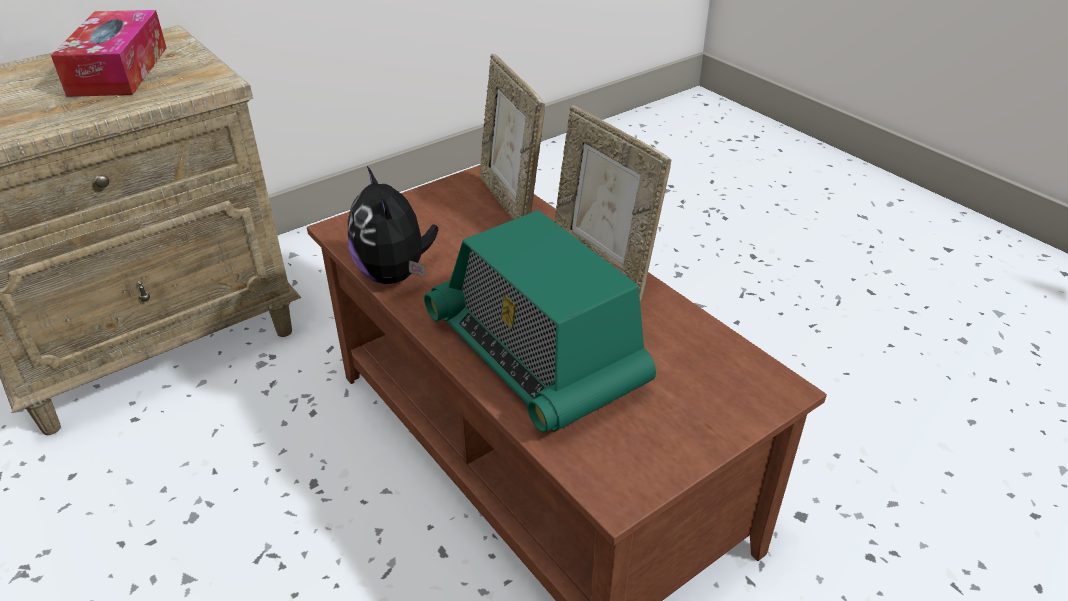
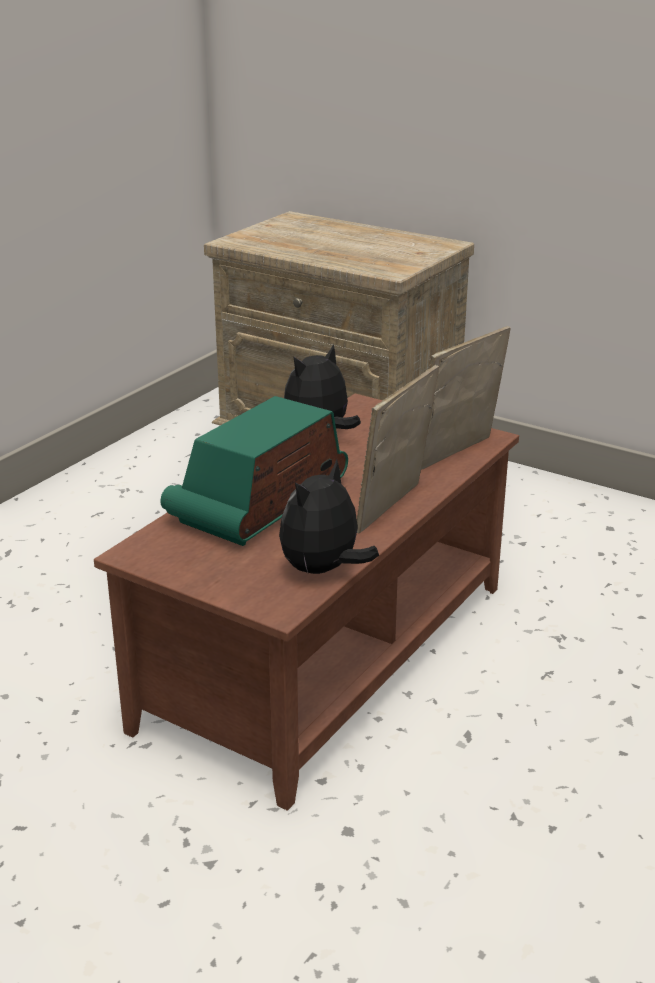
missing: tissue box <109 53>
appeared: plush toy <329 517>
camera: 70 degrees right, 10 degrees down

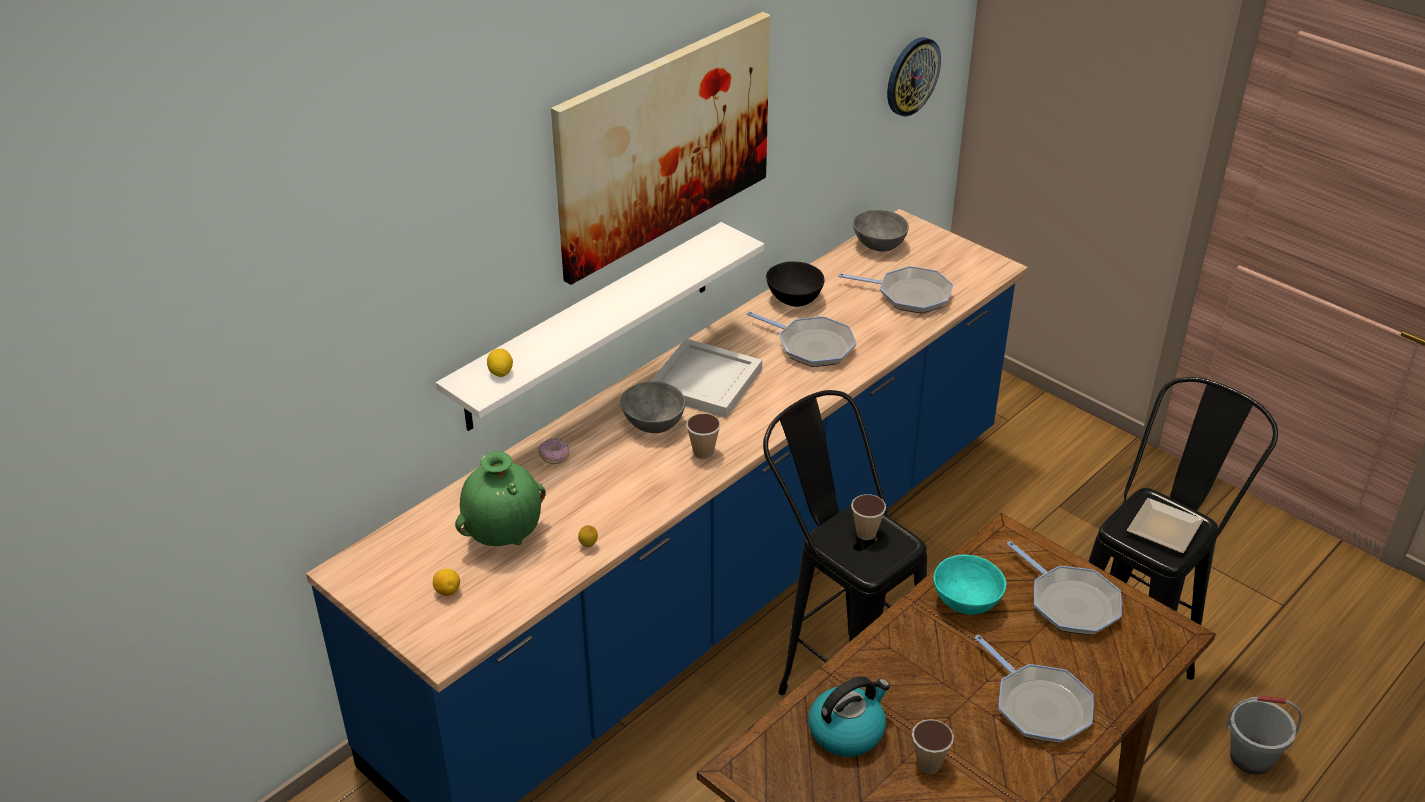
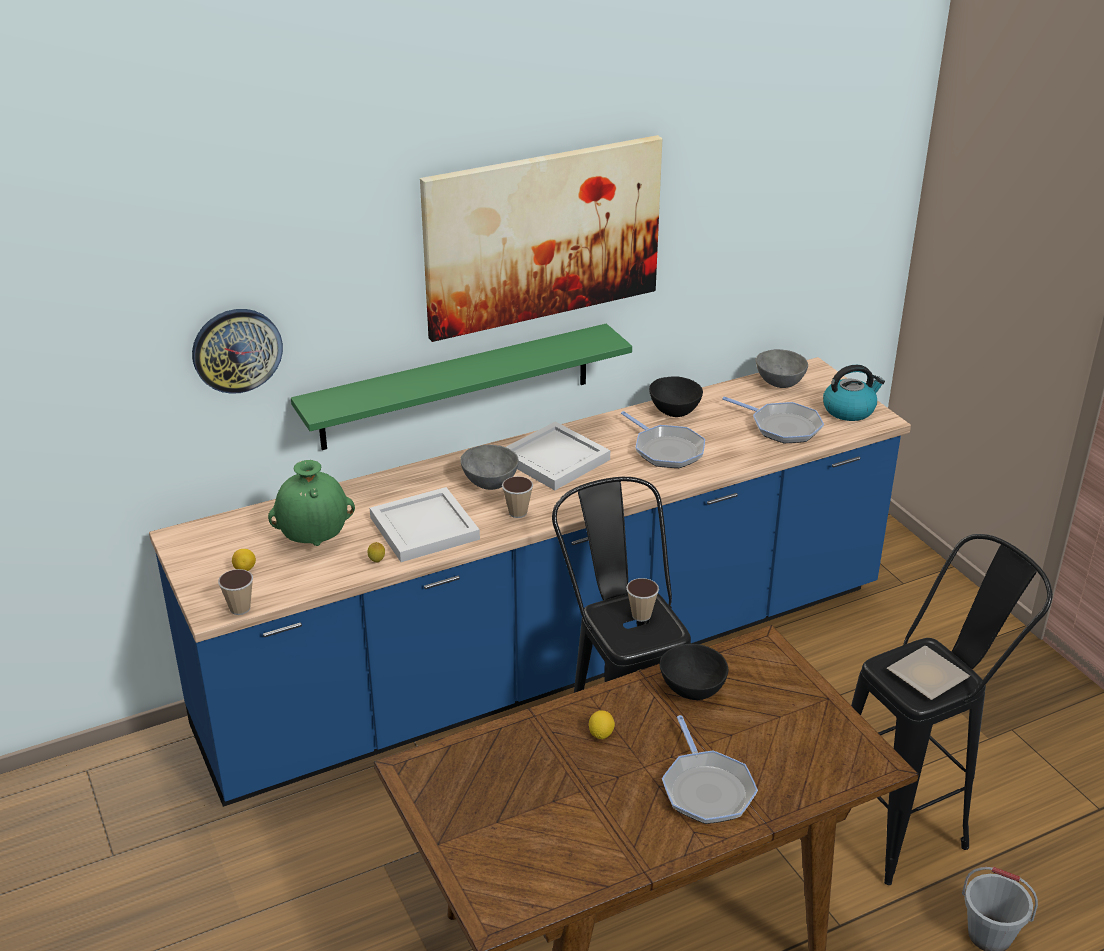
missing: donut <554 451>; frying pan <1064 588>
appeared: white tray <425 524>
relocated: wall clock <914 77> to <237 351>; cup <933 746> to <235 592>; lemon <500 363> to <602 725>; kettle <849 716> to <854 393>
colour: white shelf <600 326> to green shelf <461 387>; turquoise bowl <969 585> to black bowl <694 672>
camera: 20 degrees right, 5 degrees down

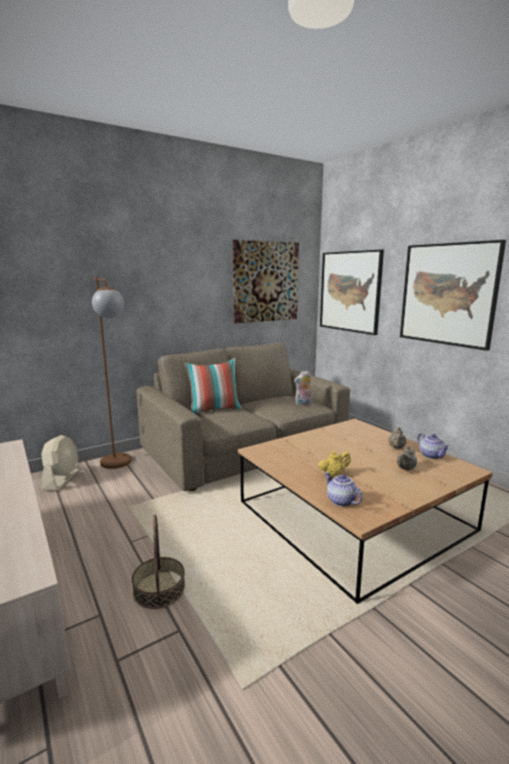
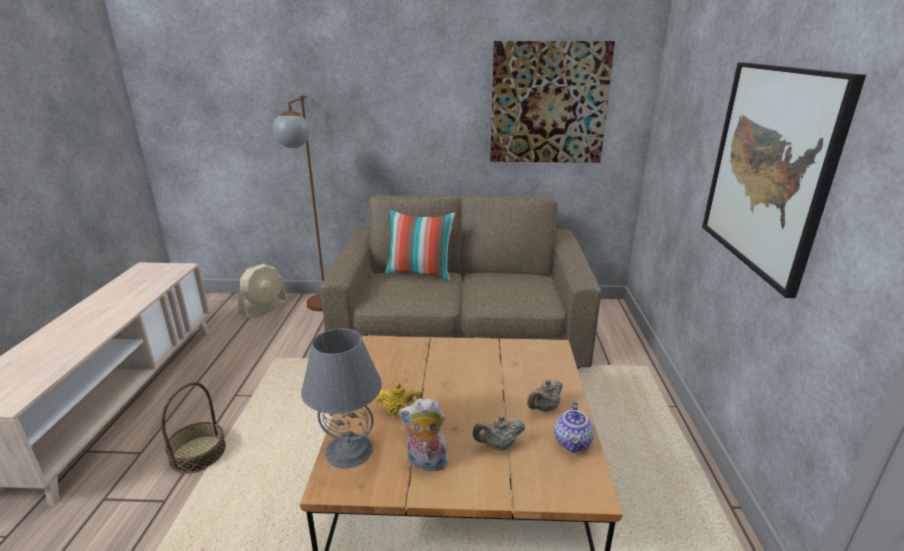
missing: picture <352 292>
relocated: plush toy <303 388> to <424 435>
exchanged: teapot <343 489> to grey table lamp <341 398>
camera: 35 degrees right, 10 degrees up

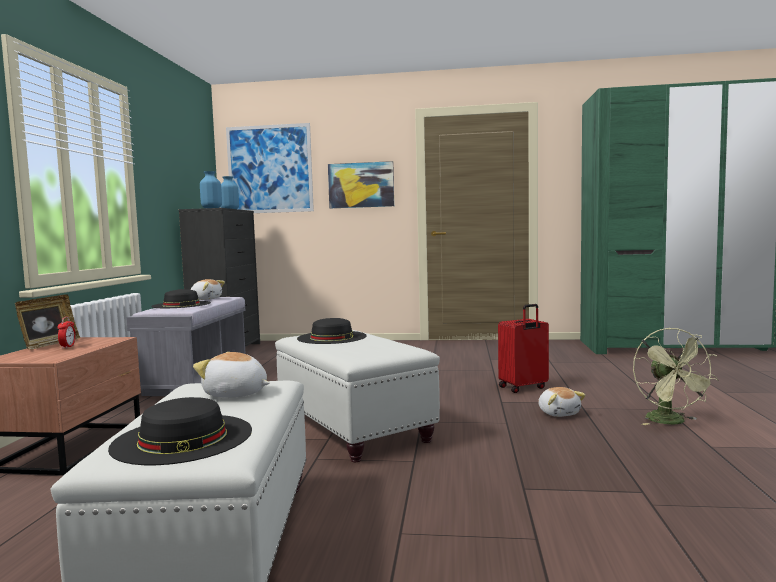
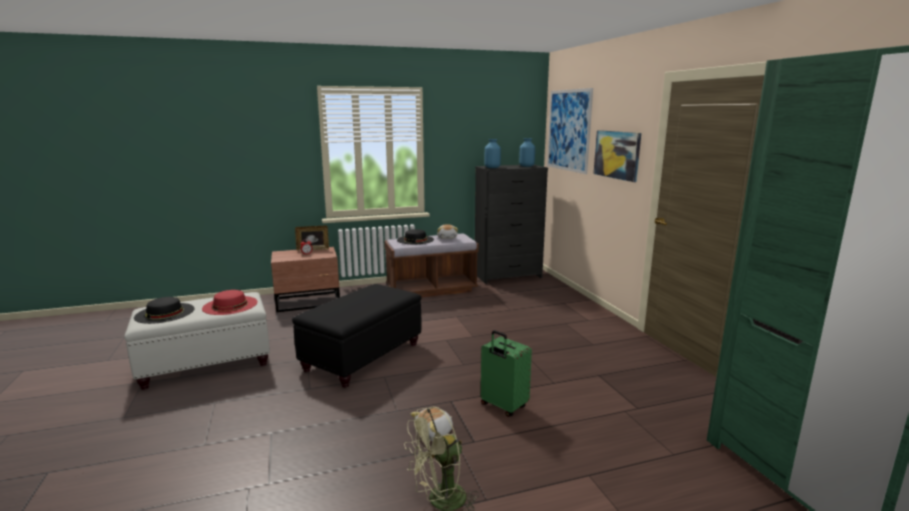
missing: black hat <332 331>
exchanged: plush toy <231 375> to red hat <229 302>
colour: white ottoman <357 396> to black ottoman <357 336>; grey bench <186 346> to brown bench <431 265>; red suitcase <523 348> to green suitcase <506 373>
camera: 65 degrees right, 10 degrees up

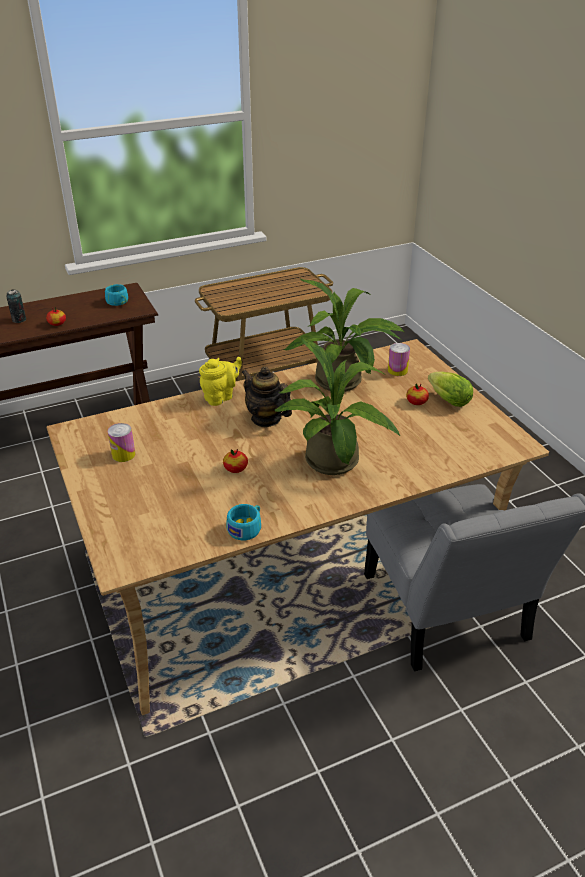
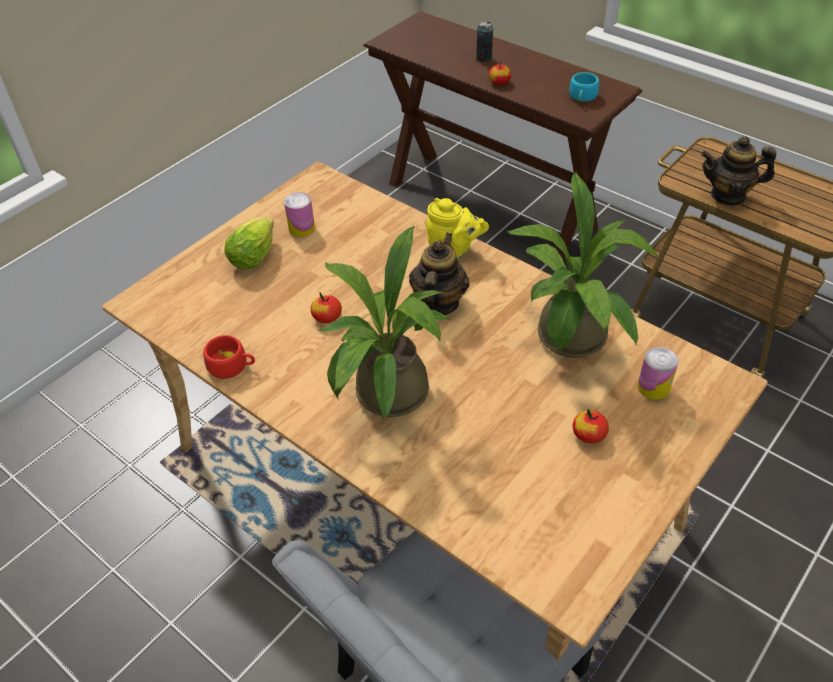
appeared: teapot <738 171>
relocated: lettuce <450 389> to <249 243>
colour: turquoise cup <243 522> to red cup <229 357>
camera: 65 degrees right, 10 degrees up

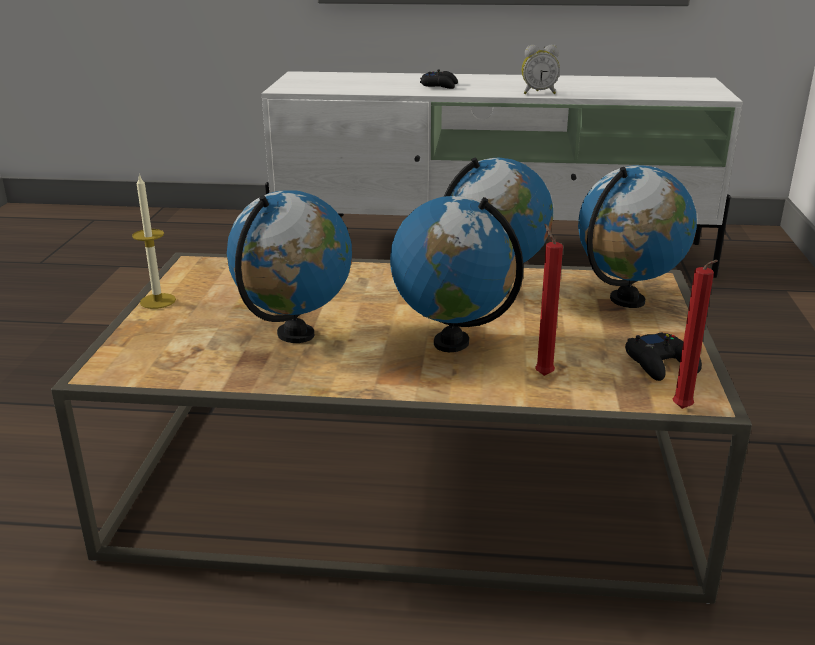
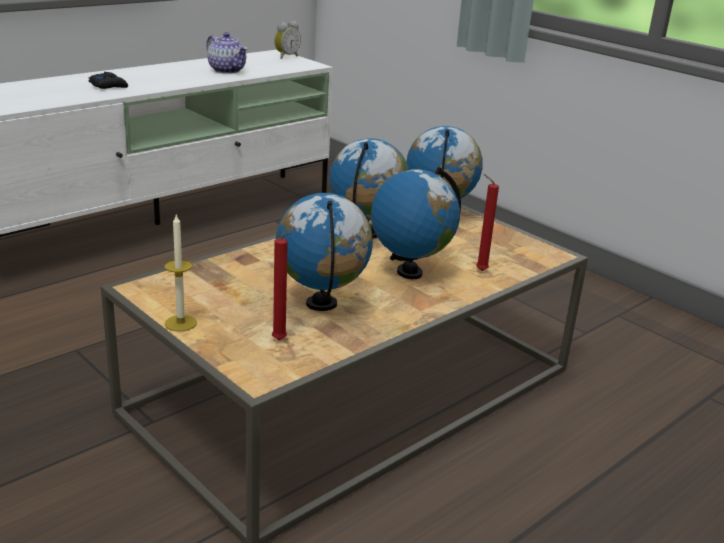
missing: black game controller <663 357>
appeared: teapot <227 53>
relocated: red candle <695 334> to <282 286>; alarm clock <540 69> to <287 40>
camera: 50 degrees left, 0 degrees up

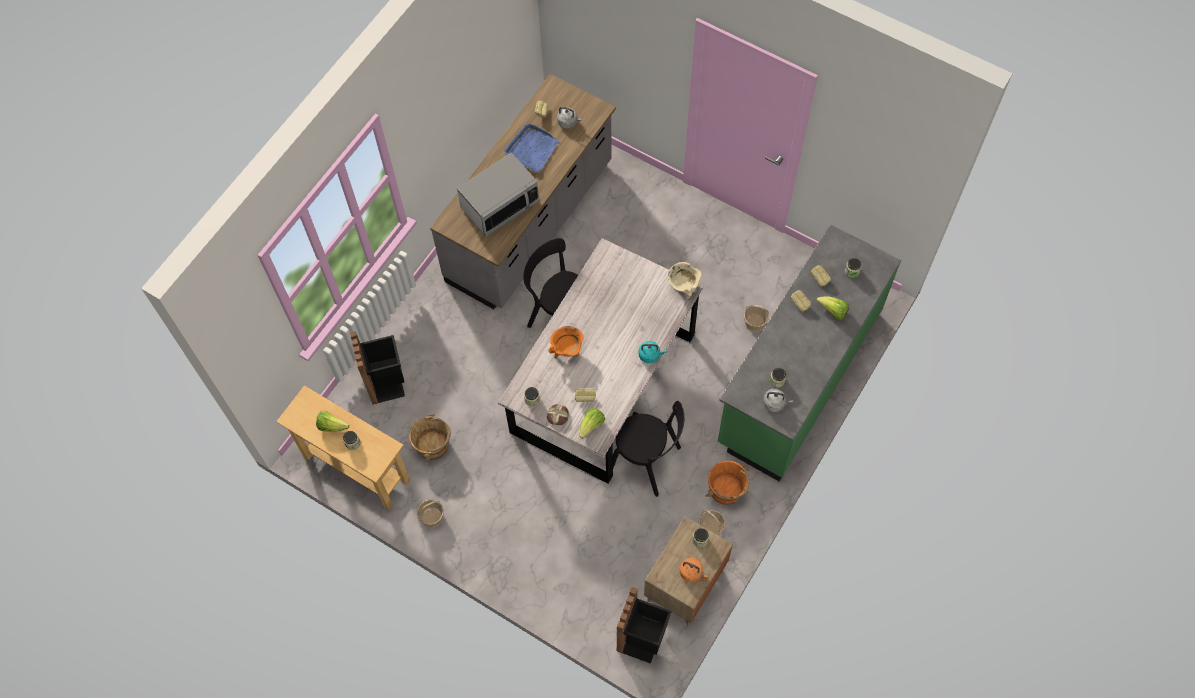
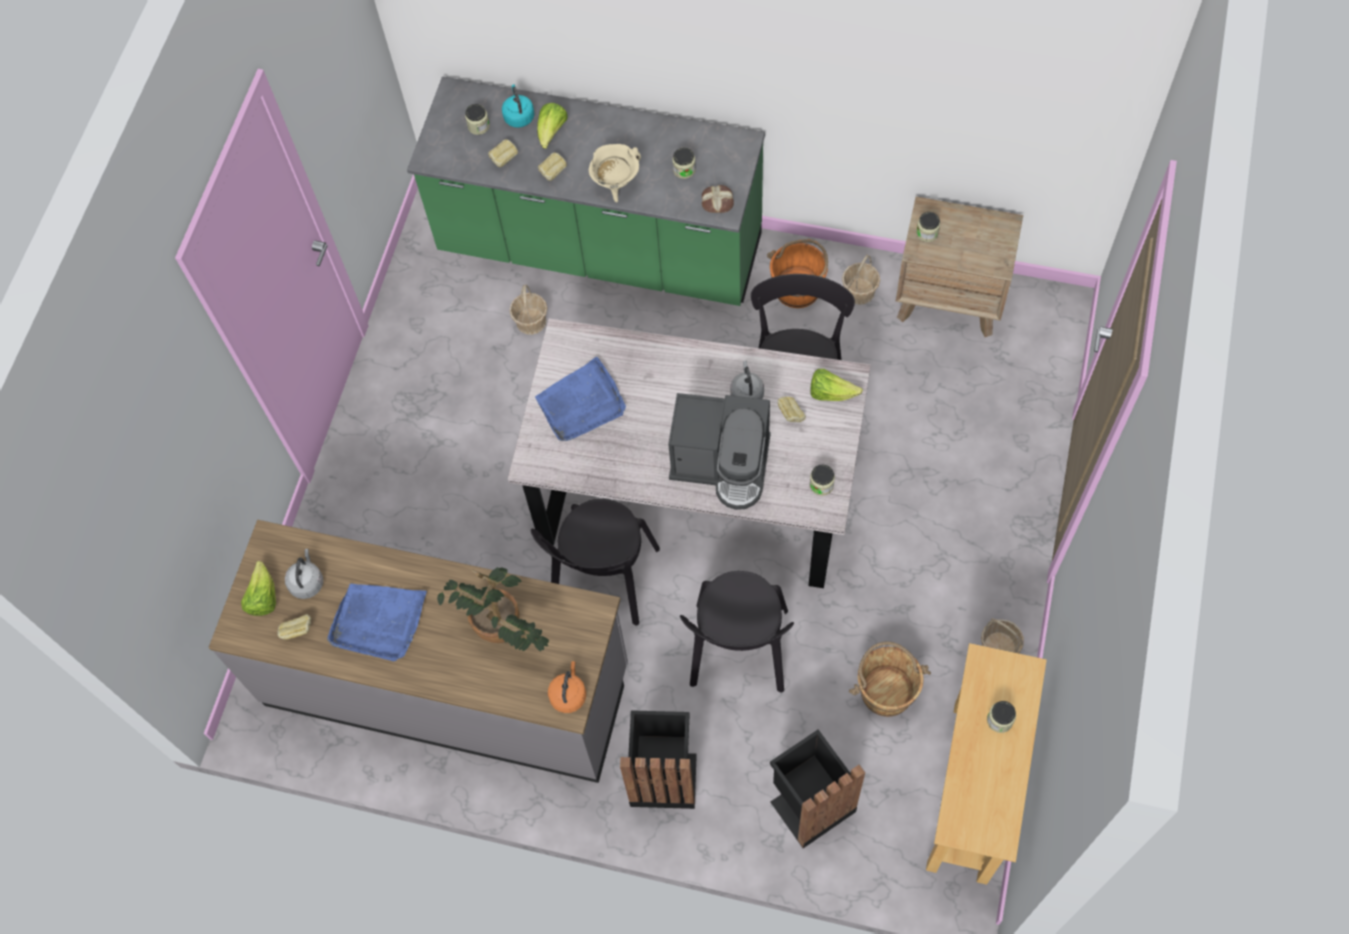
appeared: blue tray <580 399>; black chair <737 632>
relocated: lettuce <333 421> to <258 588>; turquoise kettle <652 352> to <518 106>; orange kettle <693 570> to <567 687>; beige cooking pot <685 281> to <615 173>; black trash can <644 625> to <658 759>; bread <558 414> to <718 199>; grey kettle <778 400> to <747 380>
exchanged: microwave <498 194> to potted plant <493 609>; orange cooking pot <566 342> to coffee machine <719 451>
camera: 105 degrees left, 0 degrees up

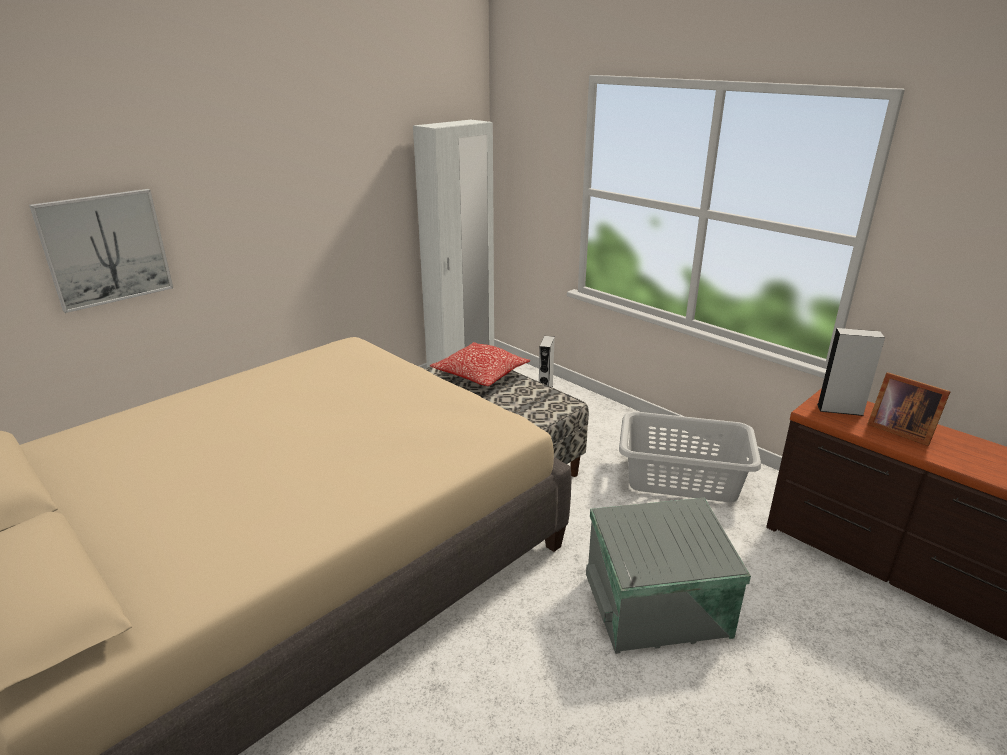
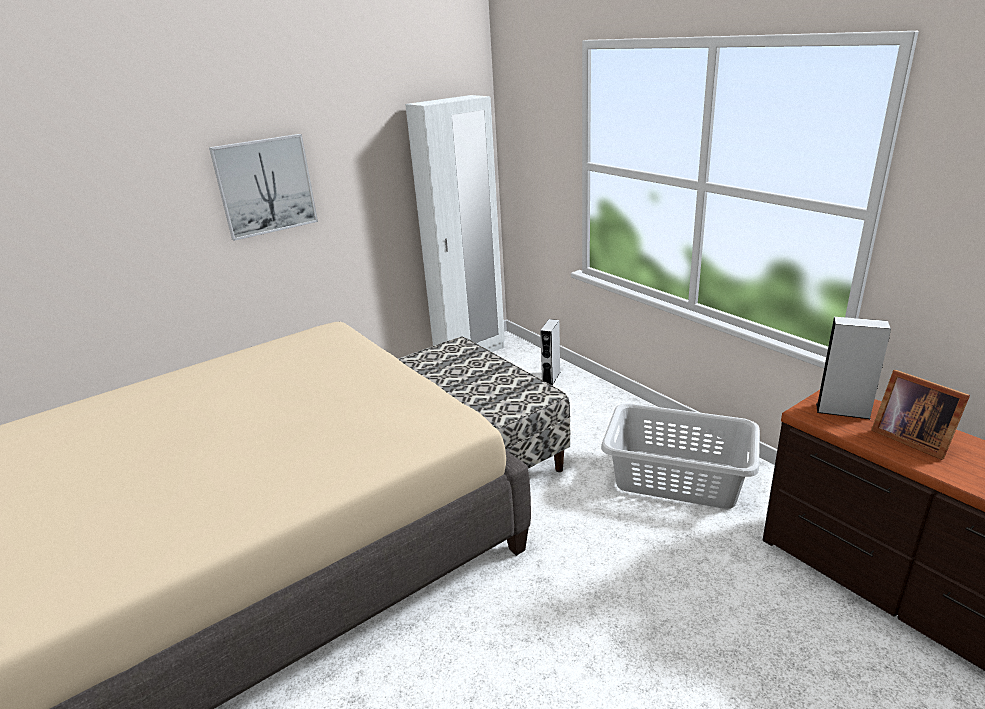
missing: pillow <480 364>; grey storage box <668 576>
relocated: picture <101 251> to <263 187>
camera: 10 degrees right, 0 degrees up

